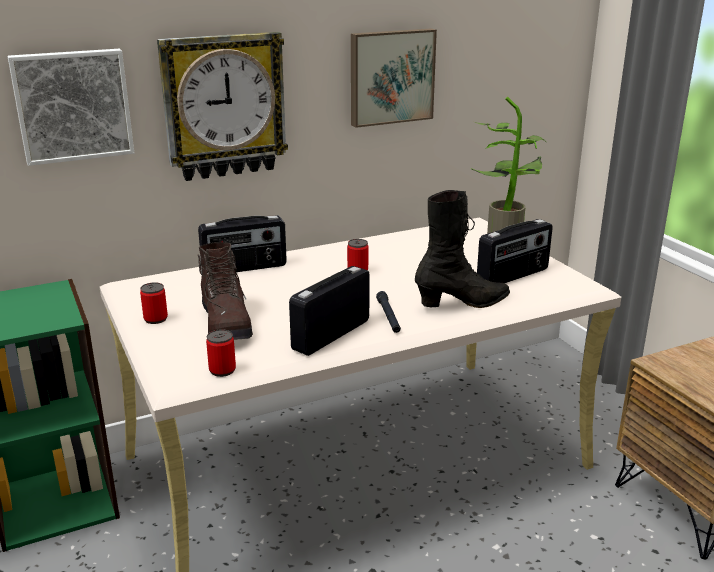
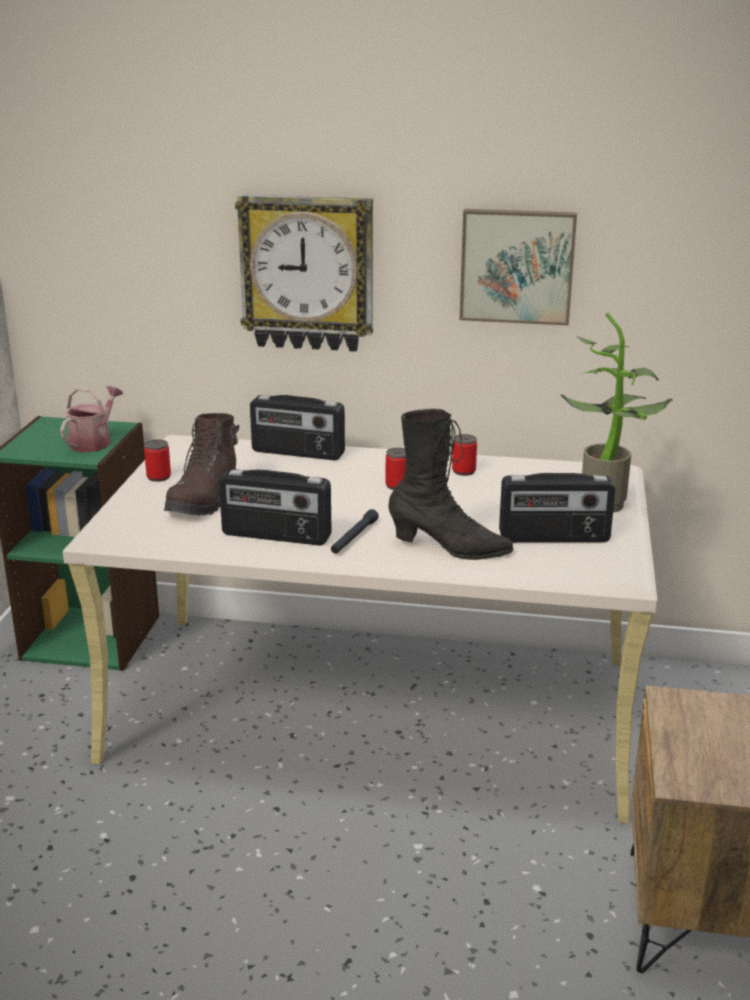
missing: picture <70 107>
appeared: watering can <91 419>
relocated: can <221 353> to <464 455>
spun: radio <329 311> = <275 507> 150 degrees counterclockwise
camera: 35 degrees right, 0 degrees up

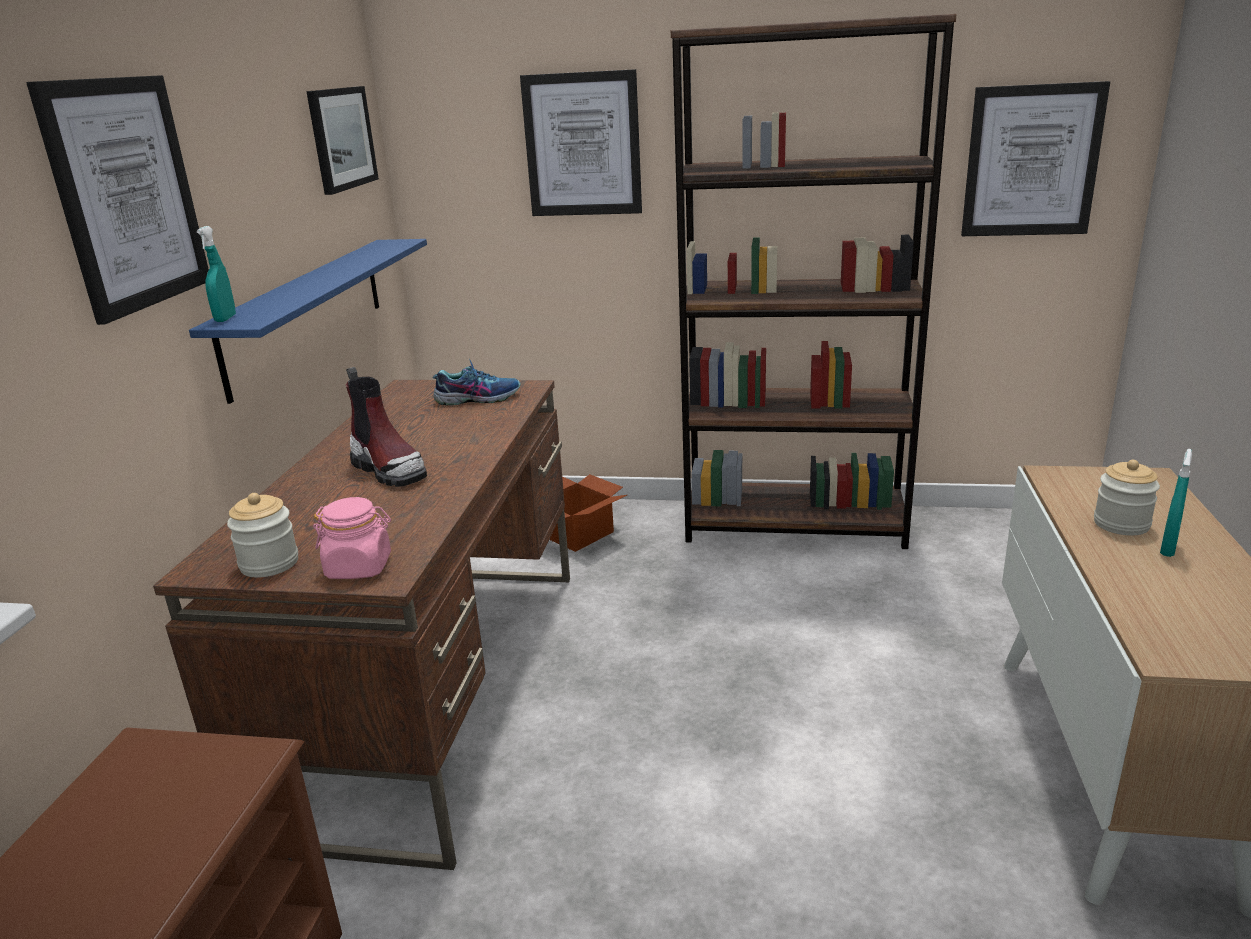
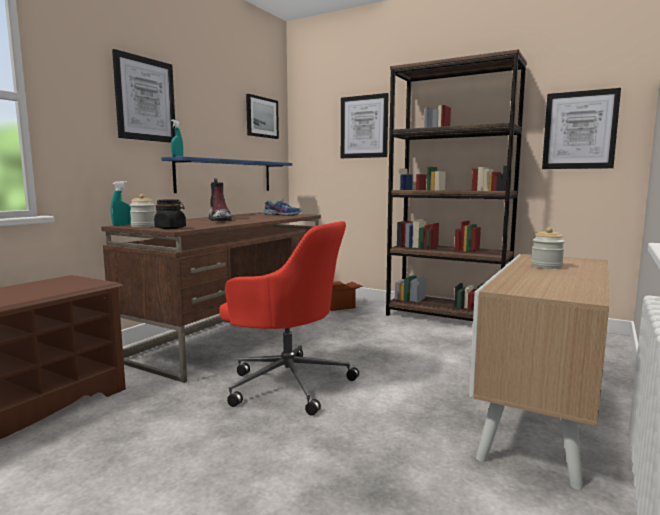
appeared: red office chair <289 318>
relocated: turquoise spray bottle <1176 503> to <121 203>
colour: pink jar <352 538> to black jar <170 214>
camera: 20 degrees right, 15 degrees down

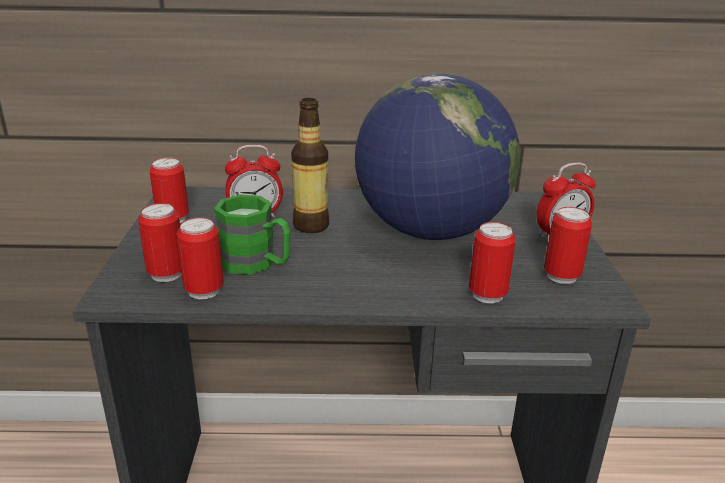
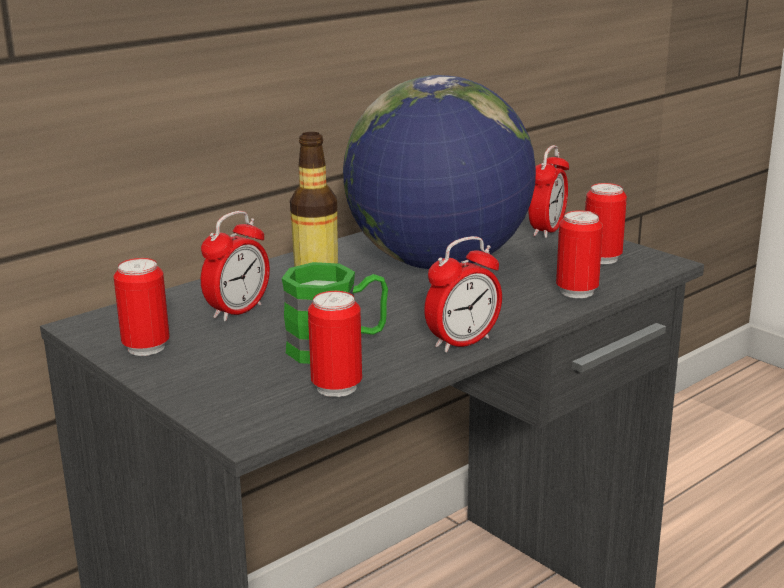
missing: can <160 242>
appeared: alarm clock <463 294>
camera: 40 degrees left, 5 degrees down

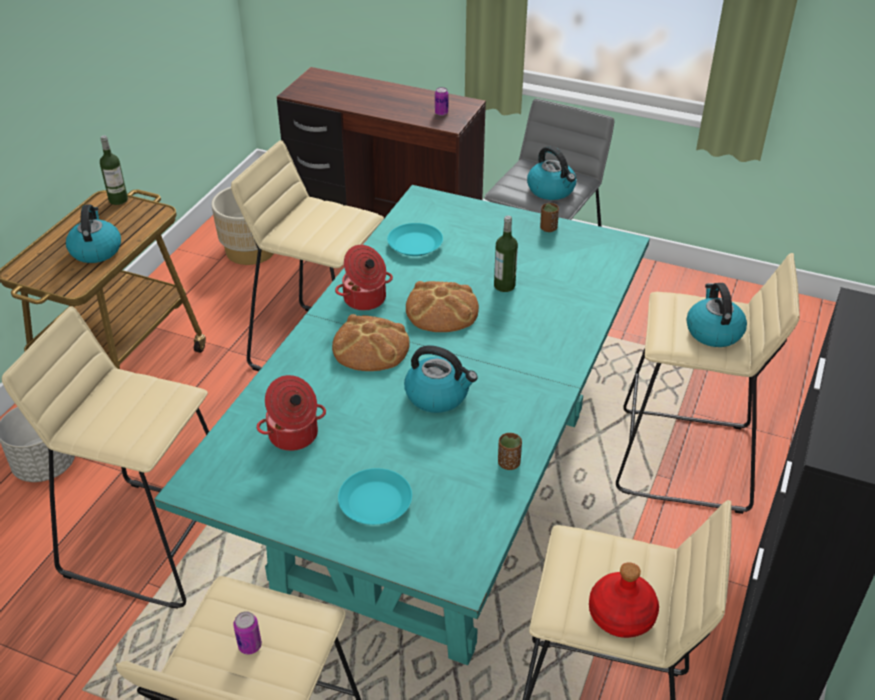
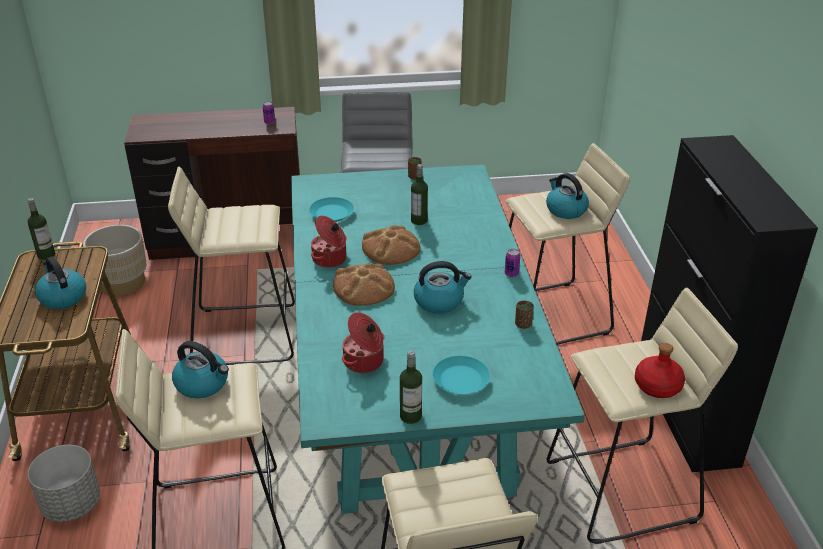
appeared: bottle <411 387>
relocated: kettle <552 173> to <200 369>; can <247 633> to <512 263>
camera: 30 degrees left, 5 degrees down

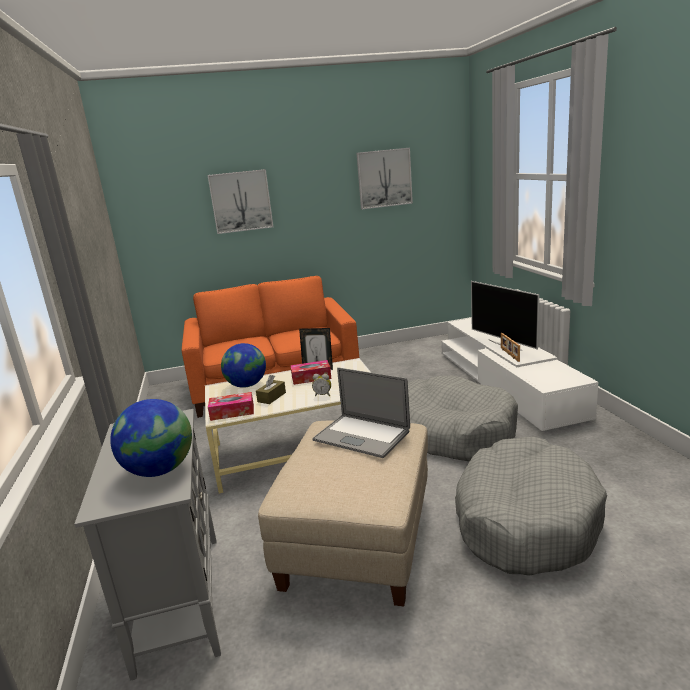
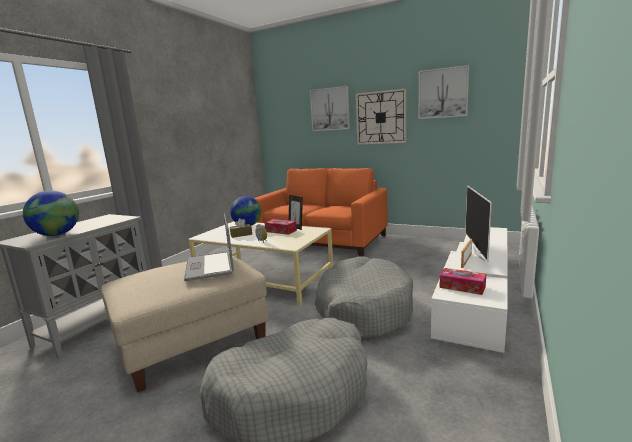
appeared: wall clock <381 116>
relocated: tissue box <231 406> to <463 281>
camera: 40 degrees right, 5 degrees down

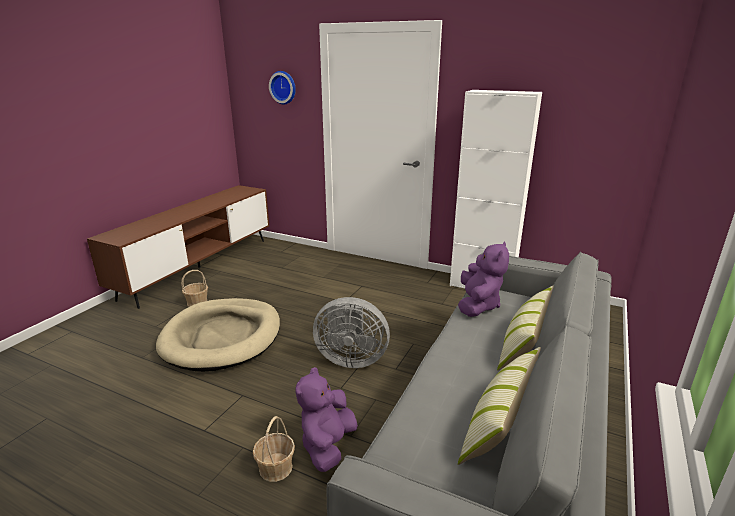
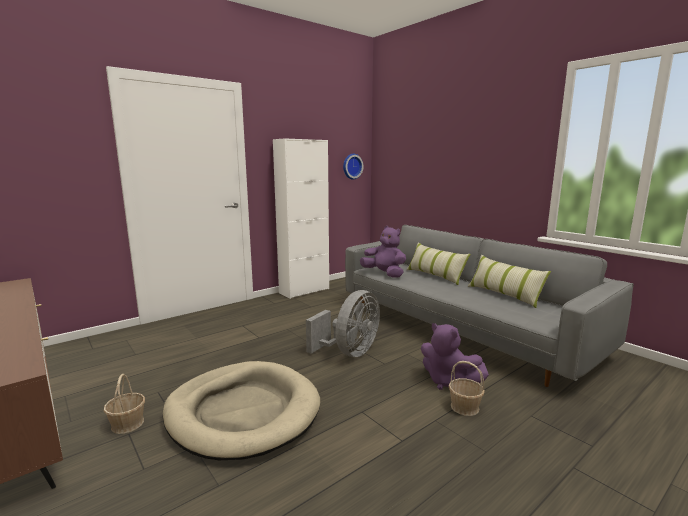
relocated: wall clock <282 88> to <353 167>
camera: 65 degrees left, 10 degrees down

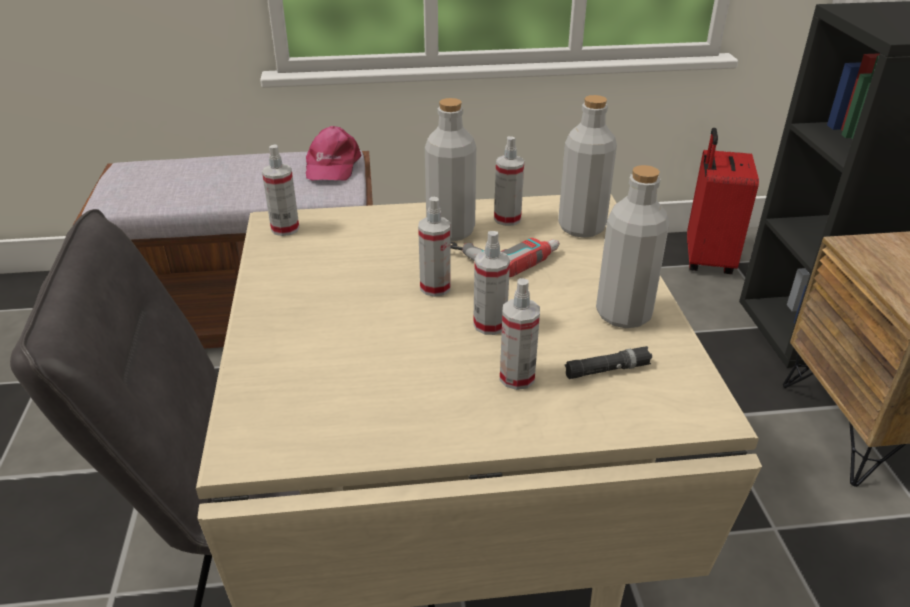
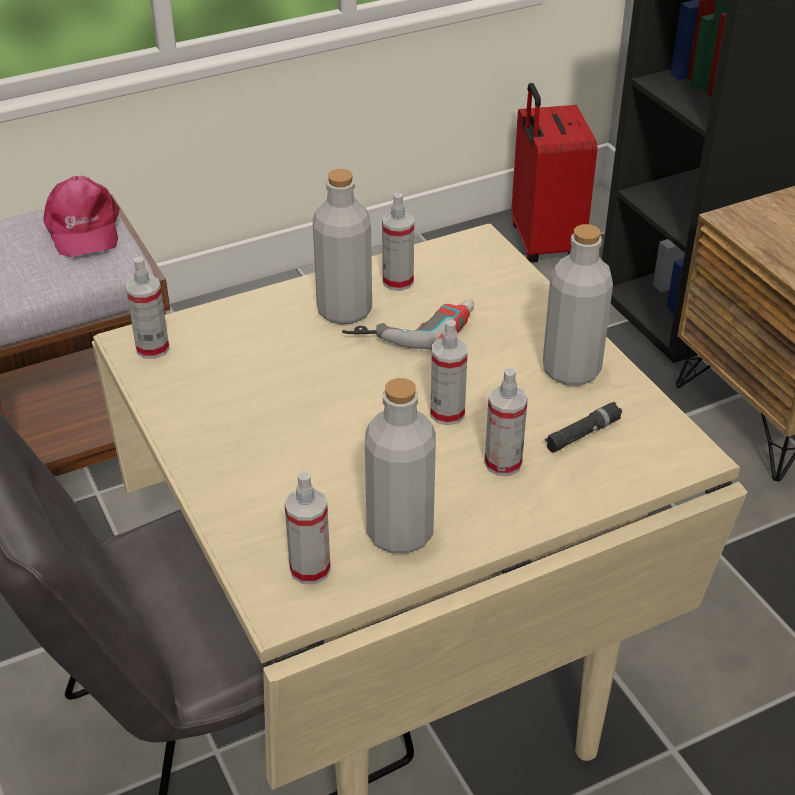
relocated: spray bottle <434 247> to <307 528>; grey bottle <587 166> to <400 465>
camera: 20 degrees left, 5 degrees up

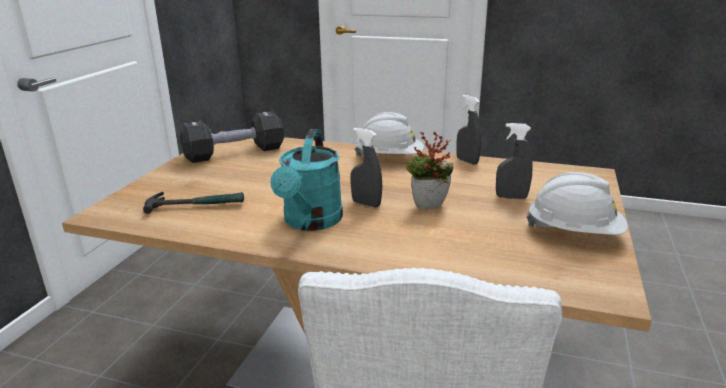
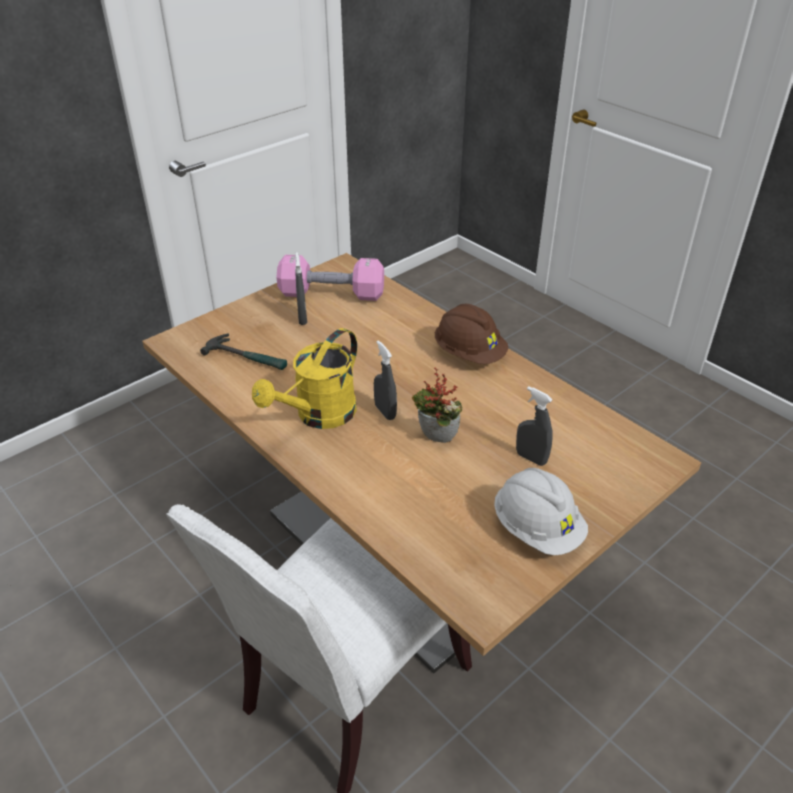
relocated: grey spray bottle <468 130> to <301 288>
colour: turquoise watering can <306 180> to yellow watering can <304 378>; black dumbbell <232 137> to pink dumbbell <330 278>; white hard hat <389 134> to brown hard hat <471 334>
camera: 30 degrees right, 15 degrees up

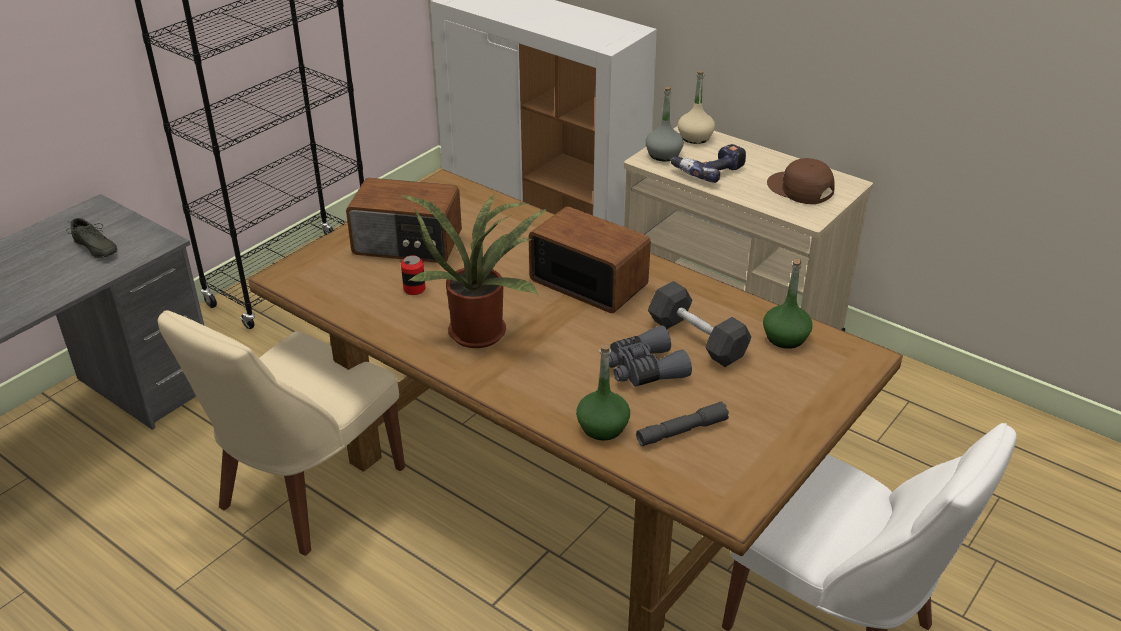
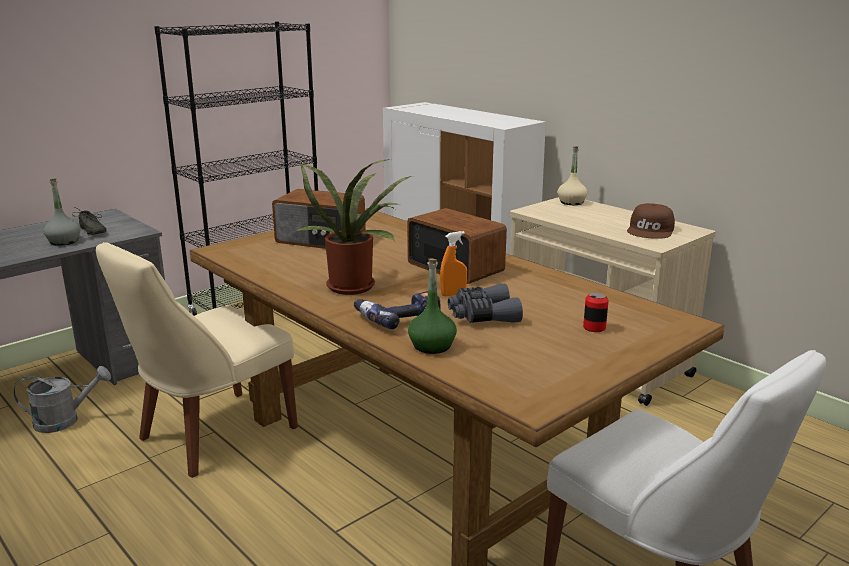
missing: grey flashlight <682 423>; grey dumbbell <699 324>; green bottle <788 304>
appeared: grey watering can <62 399>; orange spray bottle <453 263>
relocated: grey bottle <664 124> to <62 212>; power drill <708 163> to <397 310>; can <413 275> to <596 312>
spun: brown cap <801 181> = <651 221> 120 degrees counterclockwise
camera: 10 degrees right, 15 degrees down

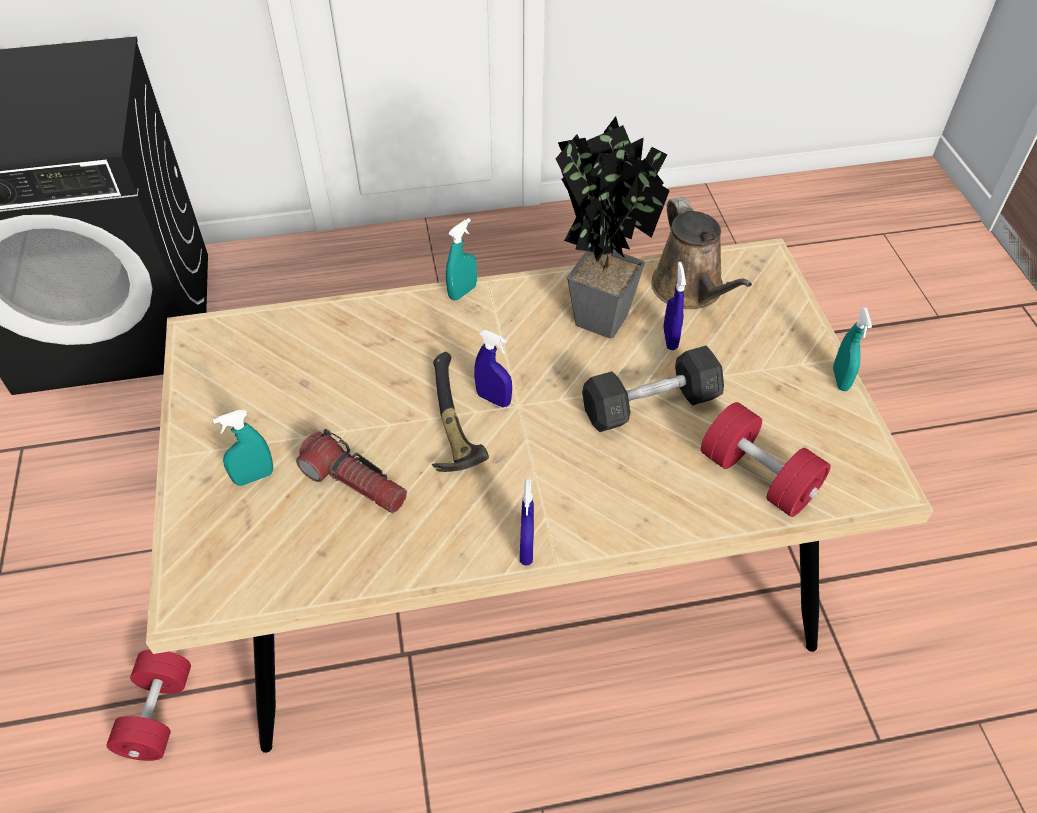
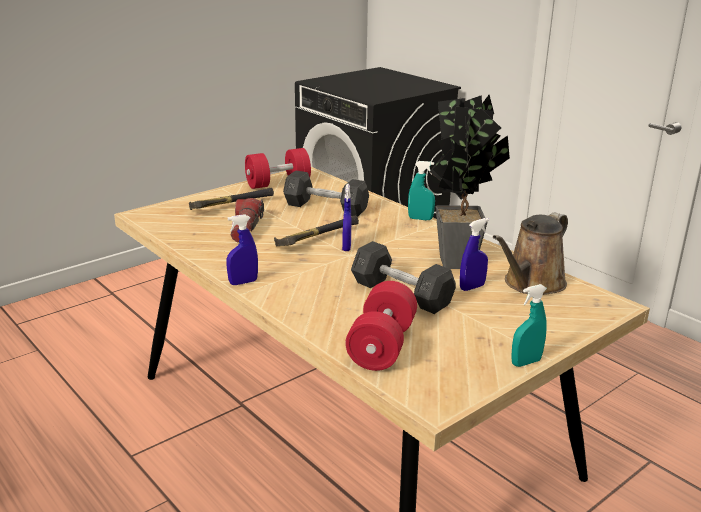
appeared: grey dumbbell <326 194>
relocated: red dumbbell <148 705> to <278 168>
exchanged: turquoise spray bottle <243 448> to hammer <231 199>
camera: 60 degrees right, 25 degrees down

